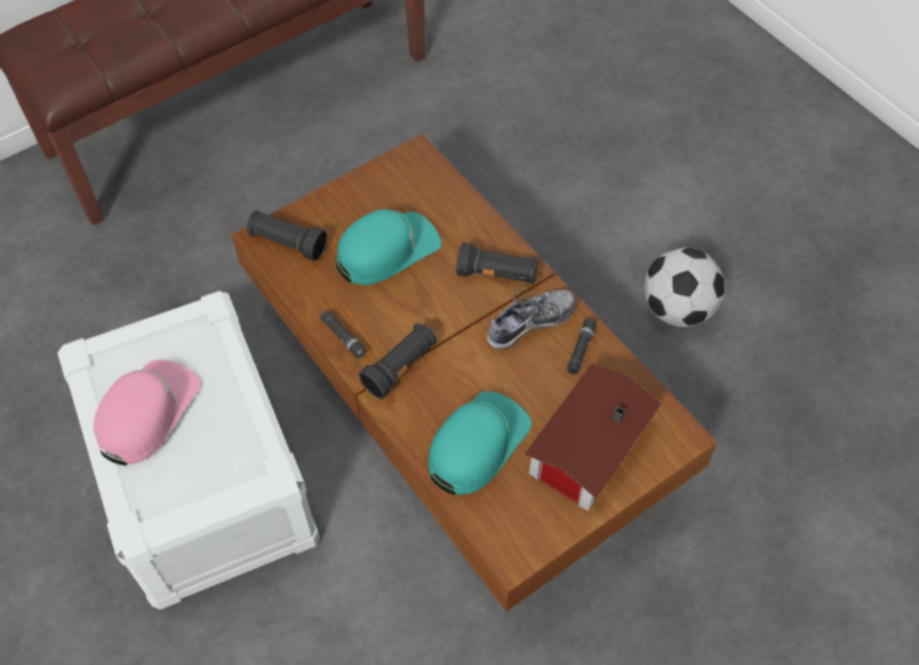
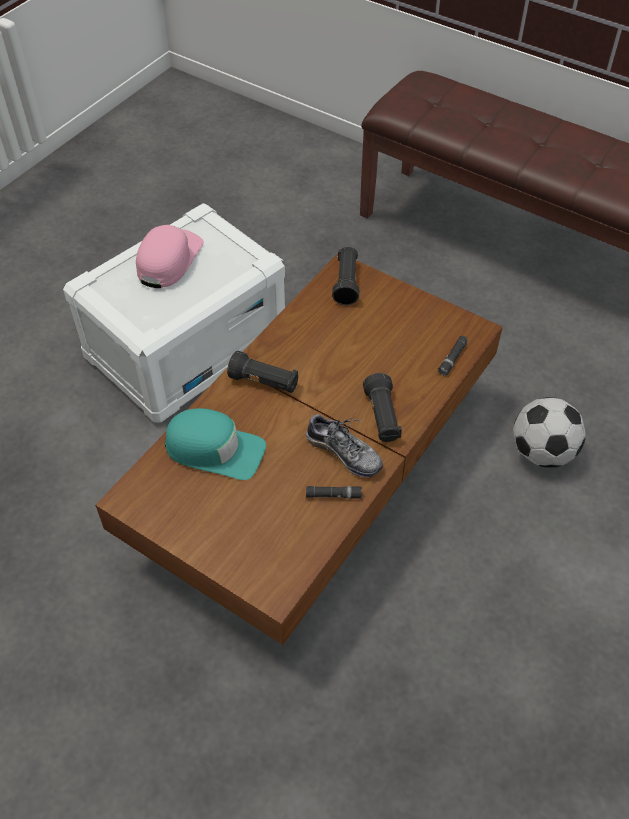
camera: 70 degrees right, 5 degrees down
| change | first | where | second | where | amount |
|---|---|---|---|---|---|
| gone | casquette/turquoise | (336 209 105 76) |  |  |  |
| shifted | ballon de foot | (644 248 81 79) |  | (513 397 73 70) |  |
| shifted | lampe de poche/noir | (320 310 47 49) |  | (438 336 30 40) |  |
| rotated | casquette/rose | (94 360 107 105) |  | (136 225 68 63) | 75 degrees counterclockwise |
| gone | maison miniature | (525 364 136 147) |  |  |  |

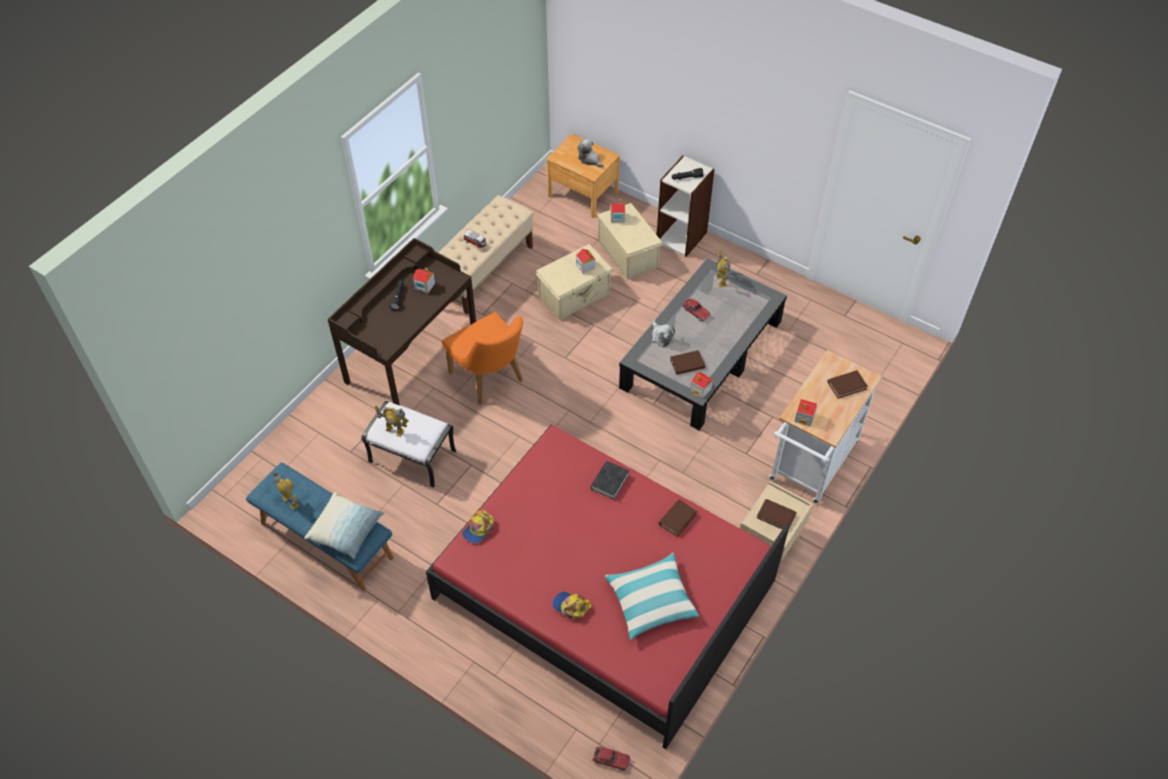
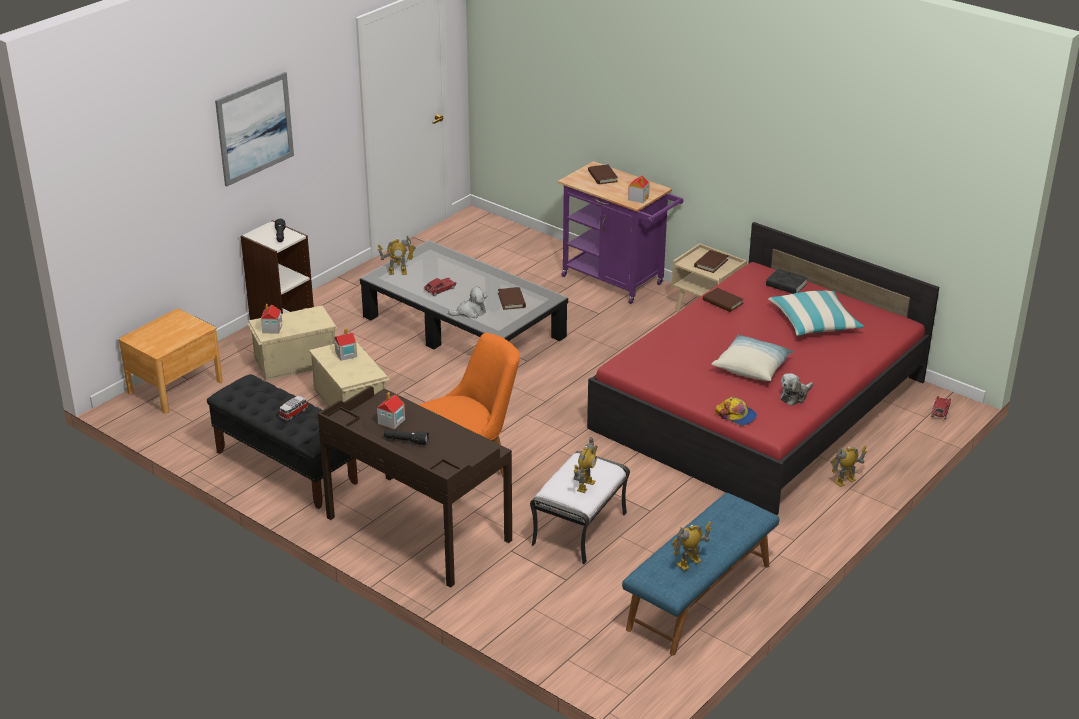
camera: 85 degrees left, 20 degrees down
| change | first | where | second | where | amount |
|---|---|---|---|---|---|
| shifted | peluche | (578 139 26 29) |  | (780 373 33 33) |  |
| repainted | banc/beige | (439 195 95 120) | banc/noir | (207 374 151 135) |  |
| repainted | chariot/blanc | (769 350 113 154) | chariot/violet | (558 161 125 143) |  |
| gone | maison miniature | (690 372 23 26) |  |  |  |
| shifted | livre/noir | (591 461 38 38) |  | (766 269 42 25) |  |
| shifted | coussin | (304 492 80 67) |  | (711 334 83 47) |  |
| gone | casquette | (552 592 40 27) |  |  |  |
| new |  |  | tableau | (215 72 79 115) |  |
| new |  |  | robot jouet | (830 446 37 41) |  |

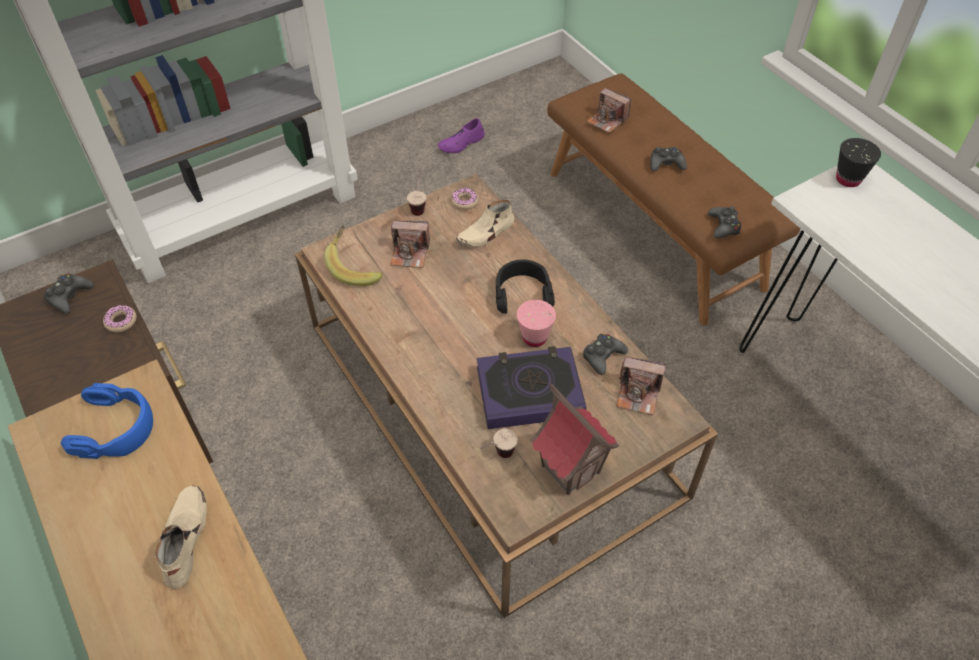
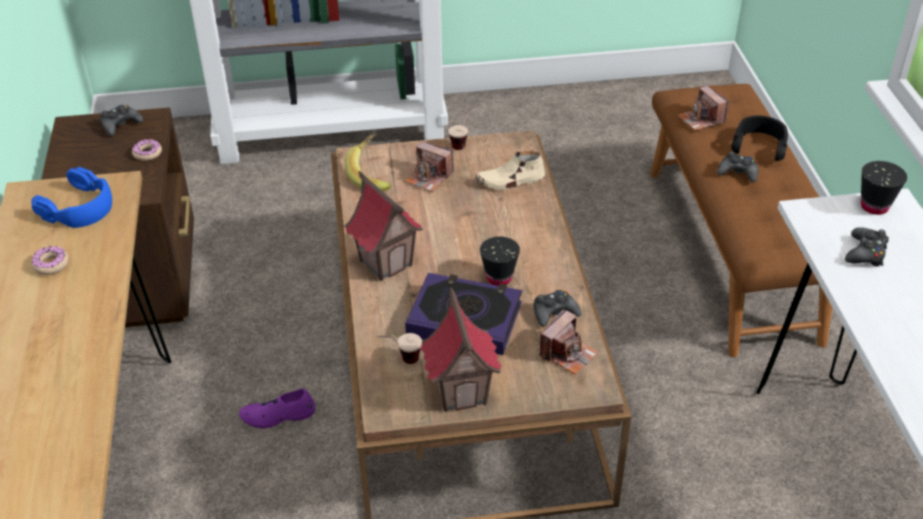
camera: 25 degrees right, 10 degrees down
| change | first | where | second | where | amount |
|---|---|---|---|---|---|
| shifted | chaussure/violet | (438 118 46 35) |  | (239 389 76 39) |  |
| shifted | beignet | (452 188 27 22) |  | (31 246 38 29) |  |
| shifted | manette/noir | (708 206 33 32) |  | (845 227 44 40) |  |
| shifted | casque audio/noir | (496 260 59 54) |  | (731 115 57 46) |  |
| repainted | tasse/rose | (517 300 39 47) | tasse/noir | (480 236 40 50) |  |
| rotated | appareil photo | (616 357 49 58) |  | (539 309 60 66) | 90 degrees counterclockwise |
| gone | chaussure/beige | (155 485 52 104) |  |  |  |
| new |  |  | maison miniature | (344 171 79 110) |  |

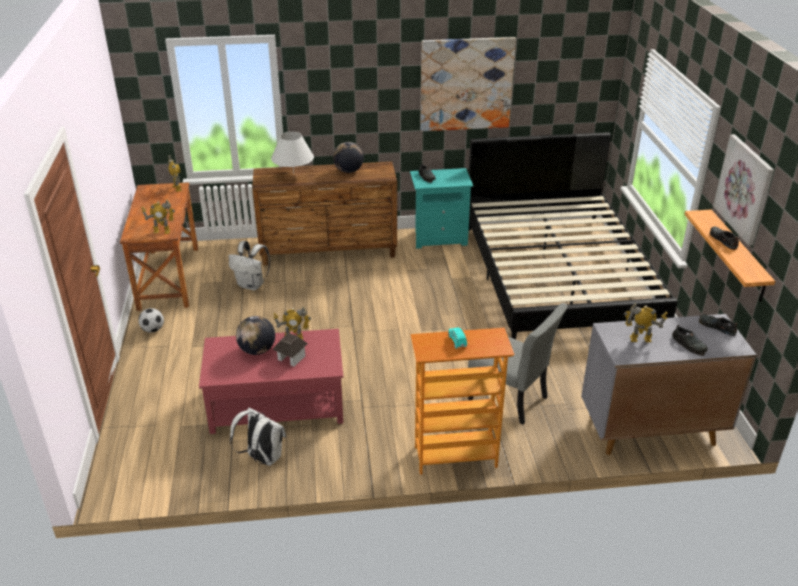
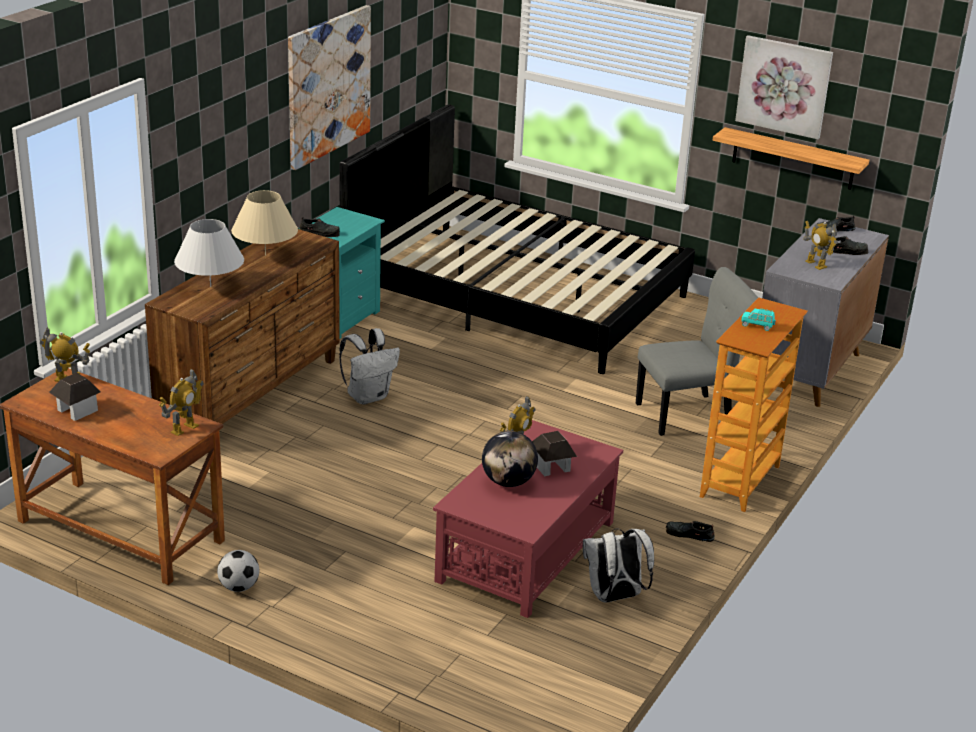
camera: 55 degrees left, 5 degrees down
| change | first | where | second | where | amount |
|---|---|---|---|---|---|
| swapped | globe | (333 142 31 31) | lampe de table/beige | (231 190 67 66) |  |
| shifted | chaussure/noir | (710 226 29 24) |  | (666 521 49 21) |  |
| shifted | sac à dos/blanc | (228 241 42 49) |  | (339 328 61 77) |  |
| rotated | robot jouet | (624 303 44 39) |  | (803 221 35 49) | 75 degrees counterclockwise |
| new |  |  | maison miniature | (49 372 52 49) |  |

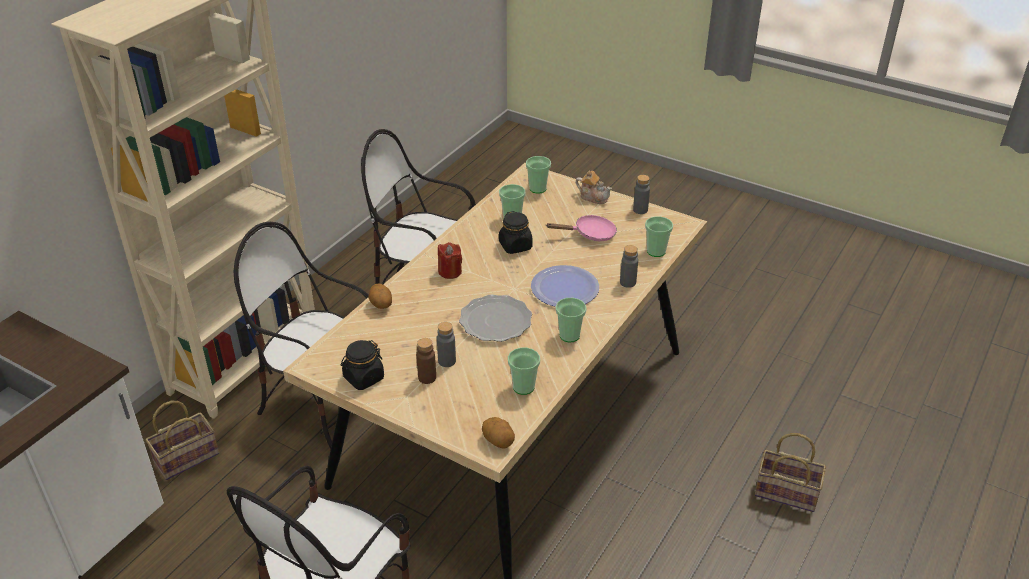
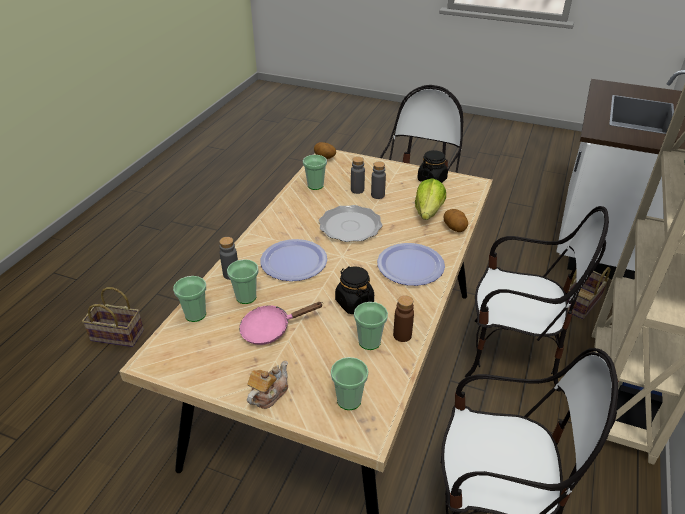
camera: 170 degrees right, 0 degrees up
| change | first | where | second | where | amount |
|---|---|---|---|---|---|
| rotated | théière | (575 171 37 33) |  | (247 361 41 48) | 105 degrees clockwise |
| shifted | bouteille/gris | (633 175 17 39) |  | (351 157 14 37) |  |
| swapped | bougie/rouge | (438 242 24 37) | assiette | (377 243 68 43) |  |
| shifted | tasse | (556 298 31 44) |  | (227 259 32 45) |  |
| shifted | bouteille/marron | (416 338 20 46) |  | (393 295 21 47) |  |
| new |  |  | laitue | (415 178 31 42) |  |

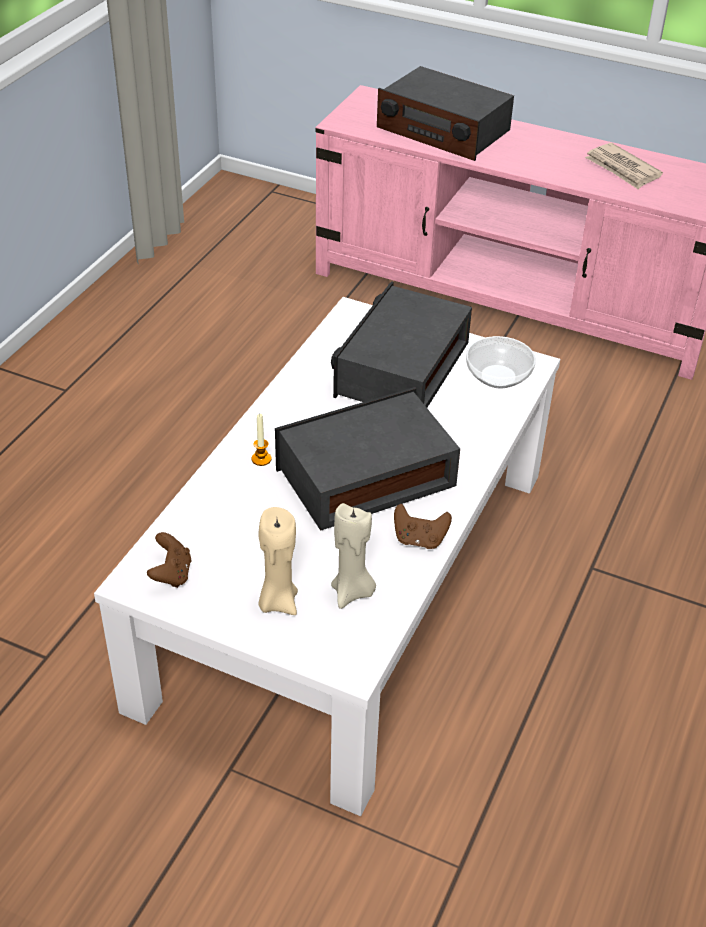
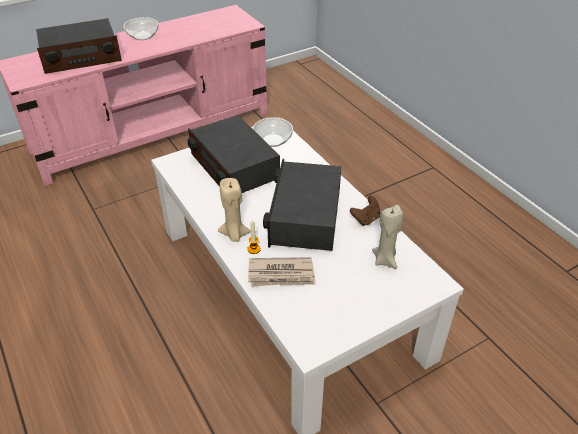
camera: 55 degrees left, 0 degrees up
| change | first | where | second | where | amount |
|---|---|---|---|---|---|
| shifted | journal | (585 143 78 46) |  | (248 257 68 30) |  |
| shifted | bougie/beige | (258 507 40 108) |  | (218 178 33 64) |  |
| gone | manette/marron | (147 532 44 56) |  |  |  |
| new |  |  | bol | (124 17 34 23) |  |

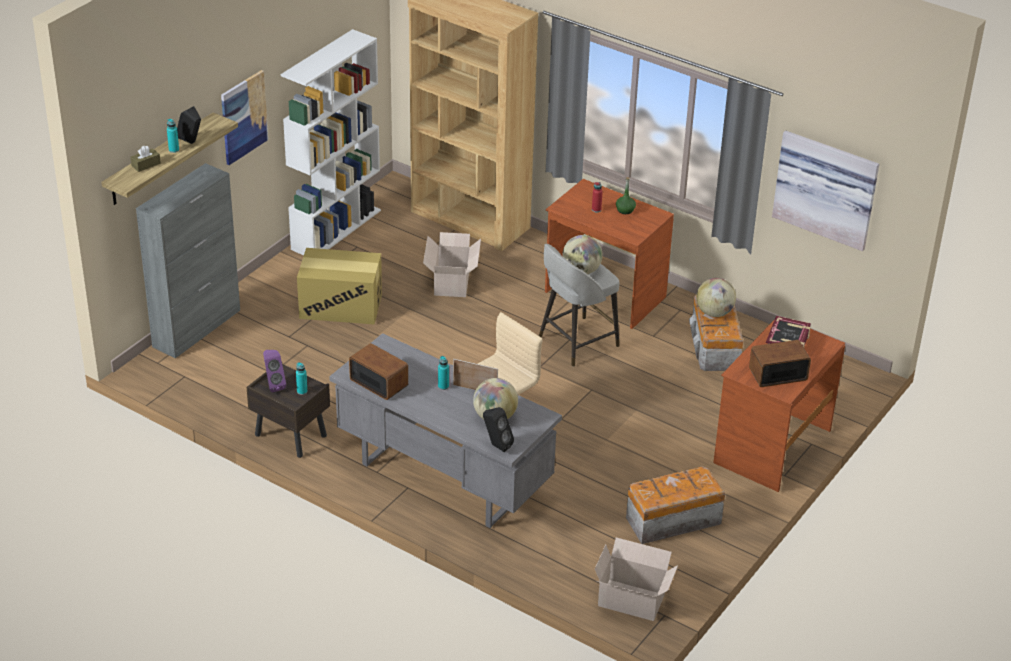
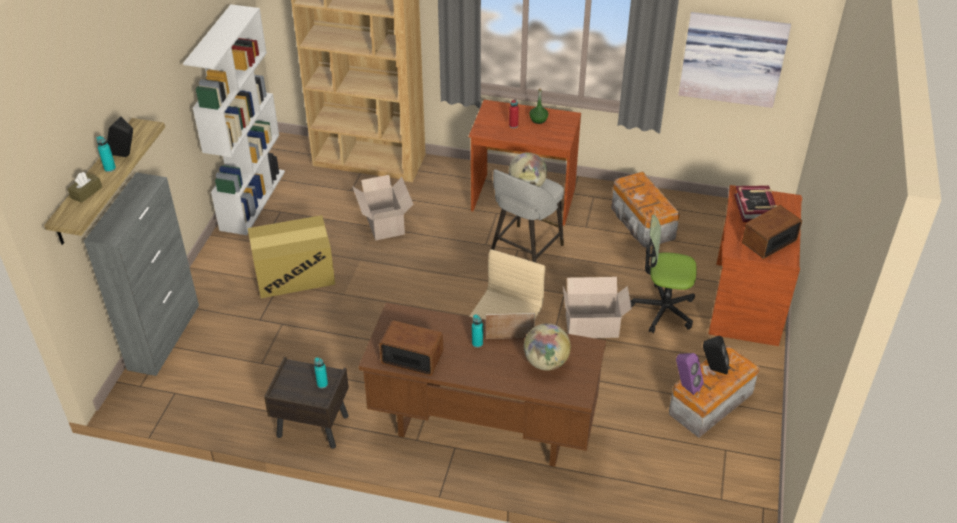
camera: 20 degrees left, 5 degrees up
| change | first | where | second | where | amount |
|---|---|---|---|---|---|
| gone | tableau | (221 70 47 95) |  |  |  |
| gone | globe | (696 278 40 39) |  |  |  |
| repainted | bureau/gris | (329 333 233 195) | bureau/marron | (359 302 247 165) |  |
| shifted | enceinte/violet | (263 350 23 42) |  | (676 353 28 42) |  |
| shifted | enceinte/noir | (483 407 31 45) |  | (703 336 27 39) |  |
| shifted | carton | (595 537 83 84) |  | (563 277 69 61) |  |
| new |  |  | chaise de bureau | (630 215 67 118) |  |

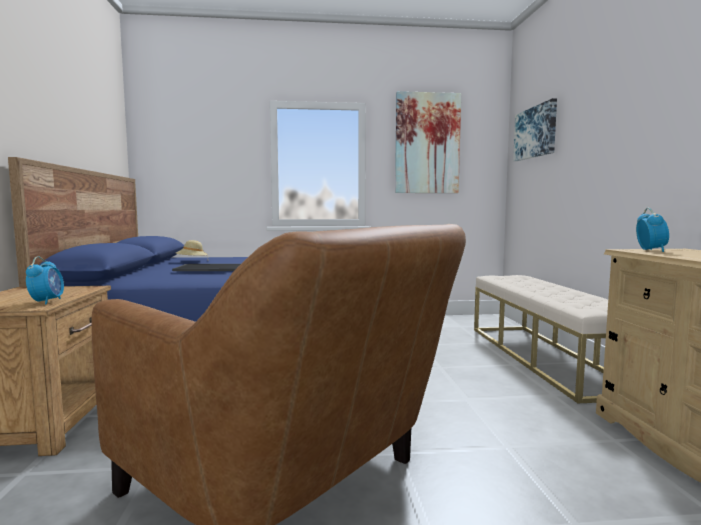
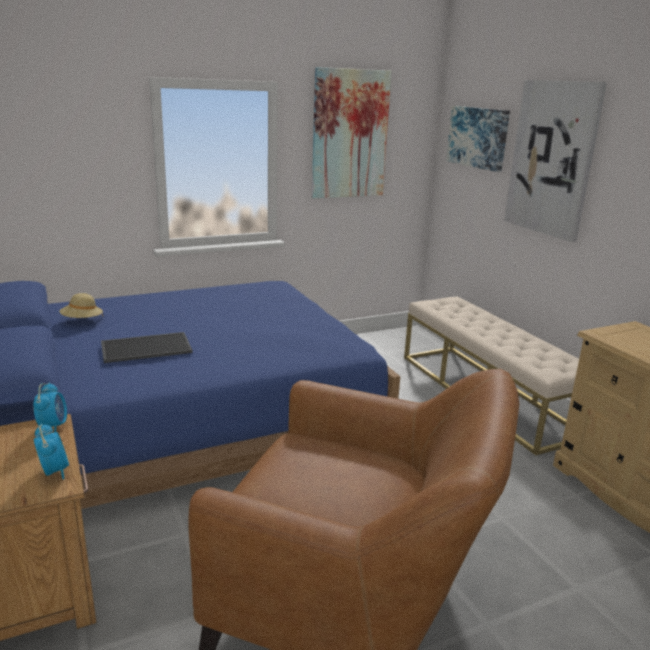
camera: 20 degrees left, 15 degrees up
| change | first | where | second | where | amount |
|---|---|---|---|---|---|
| shifted | réveil | (636 208 33 44) |  | (33 383 34 50) |  |
| new |  |  | tableau | (504 80 103 162) |  |

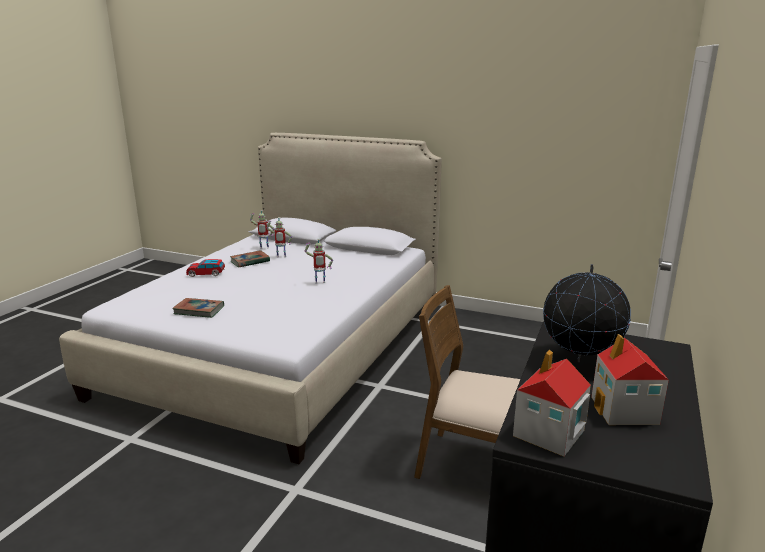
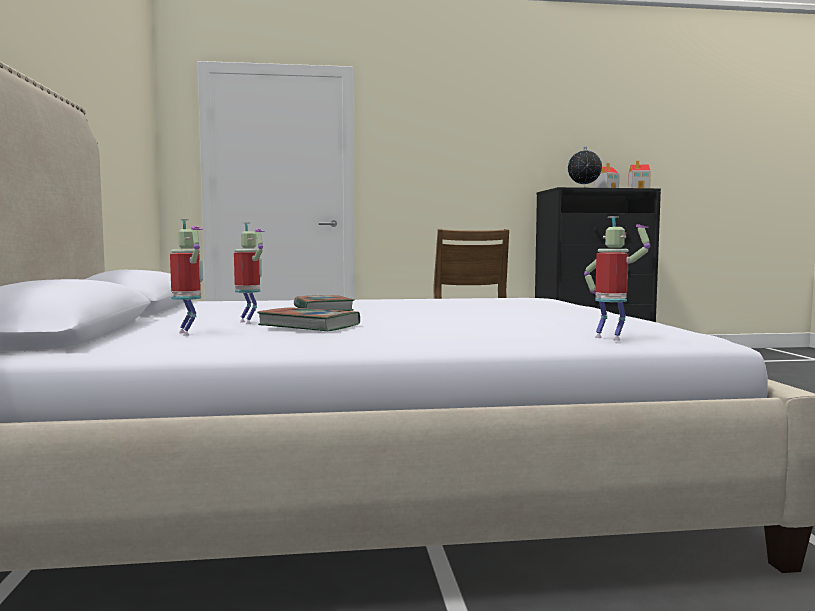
camera: 120 degrees left, 15 degrees down
| change | first | where | second | where | amount |
|---|---|---|---|---|---|
| shifted | robot jouet | (305 239 28 45) |  | (584 216 66 125) |  |
| gone | petite voiture | (186 259 39 18) |  |  |  |
| shifted | livre | (172 298 52 20) |  | (294 295 60 16) |  |

